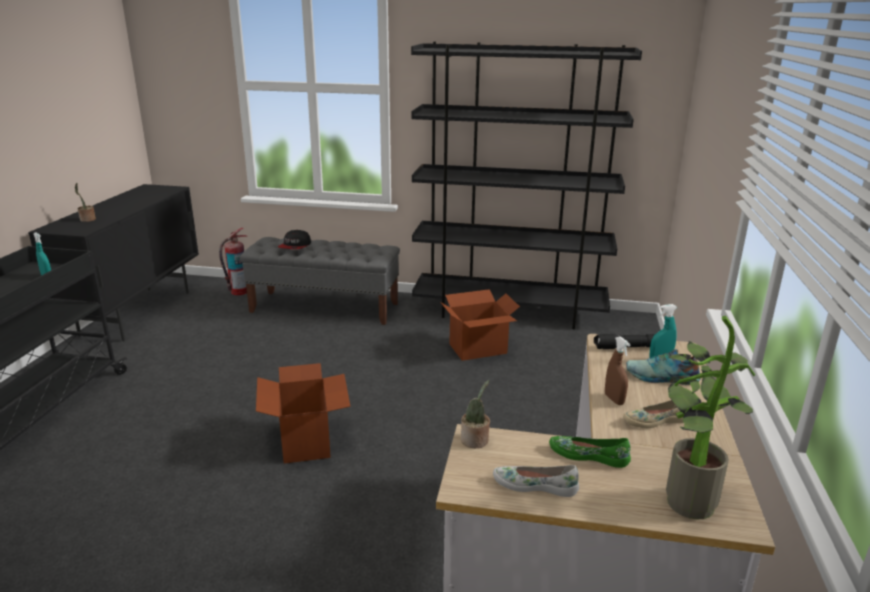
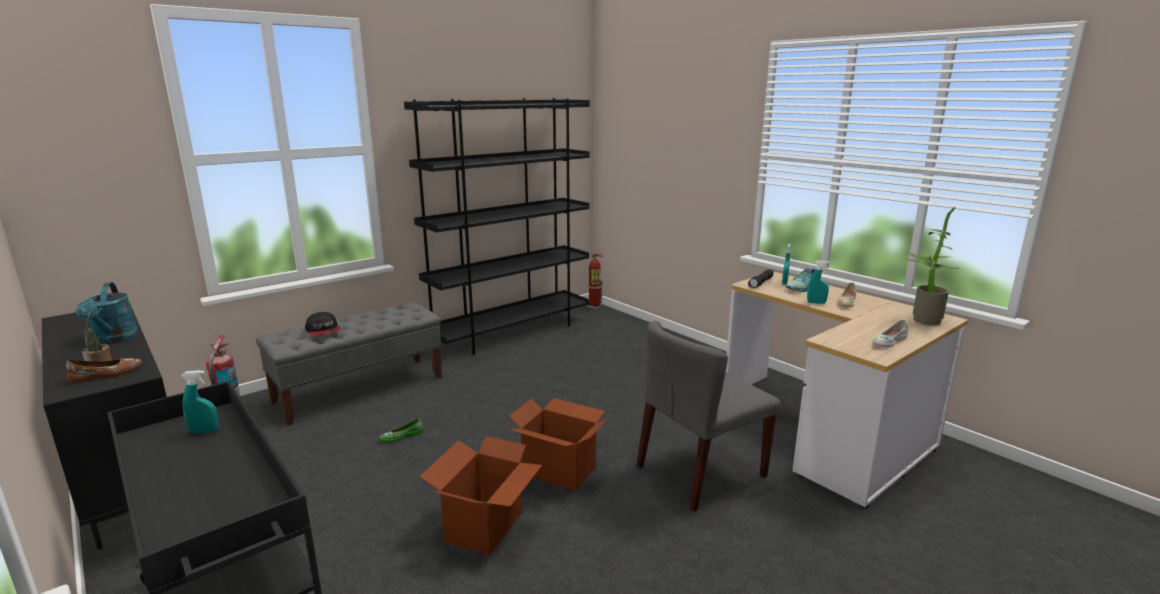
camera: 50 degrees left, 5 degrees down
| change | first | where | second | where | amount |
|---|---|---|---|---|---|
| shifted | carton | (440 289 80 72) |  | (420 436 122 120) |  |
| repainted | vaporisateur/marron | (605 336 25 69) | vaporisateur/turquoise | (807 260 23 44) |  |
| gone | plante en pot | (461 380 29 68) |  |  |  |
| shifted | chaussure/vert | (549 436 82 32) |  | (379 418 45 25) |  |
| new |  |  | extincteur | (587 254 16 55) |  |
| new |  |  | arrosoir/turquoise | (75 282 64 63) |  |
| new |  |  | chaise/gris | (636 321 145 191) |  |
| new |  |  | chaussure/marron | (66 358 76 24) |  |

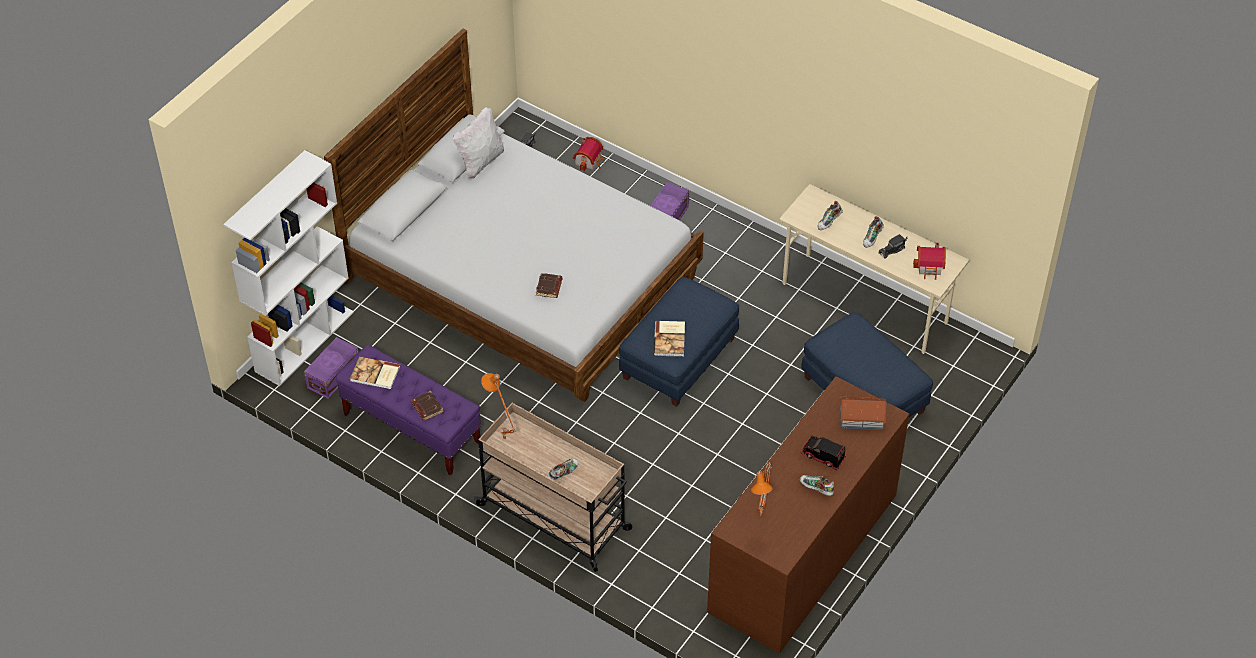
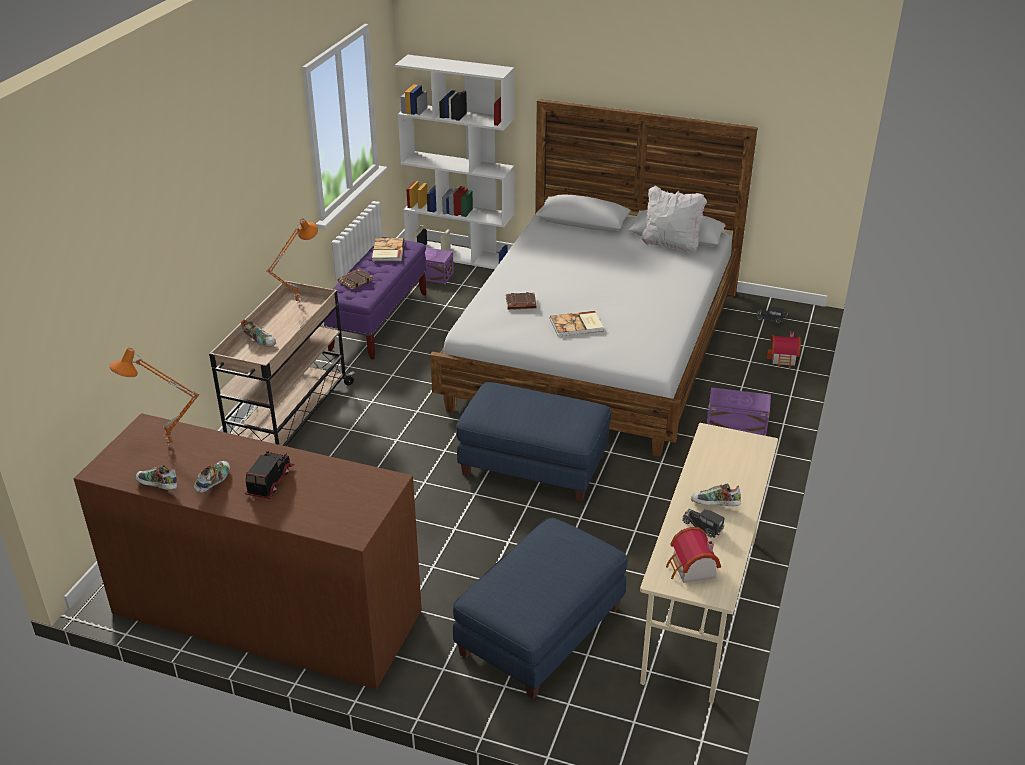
camera: 75 degrees right, 15 degrees down
| change | first | where | second | where | amount |
|---|---|---|---|---|---|
| shifted | chaussure | (817 201 26 29) |  | (135 465 42 25) |  |
| shifted | livre | (654 321 31 36) |  | (550 311 53 26) |  |
| gone | maison miniature | (840 397 47 33) |  |  |  |

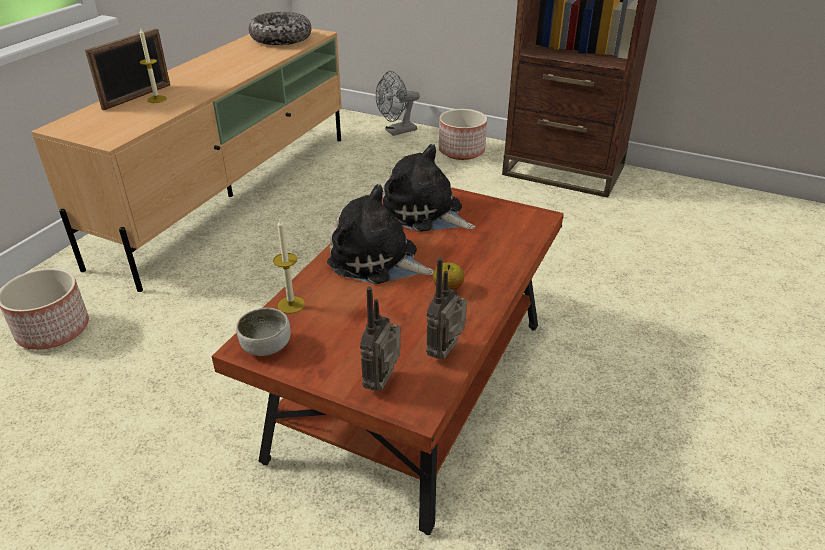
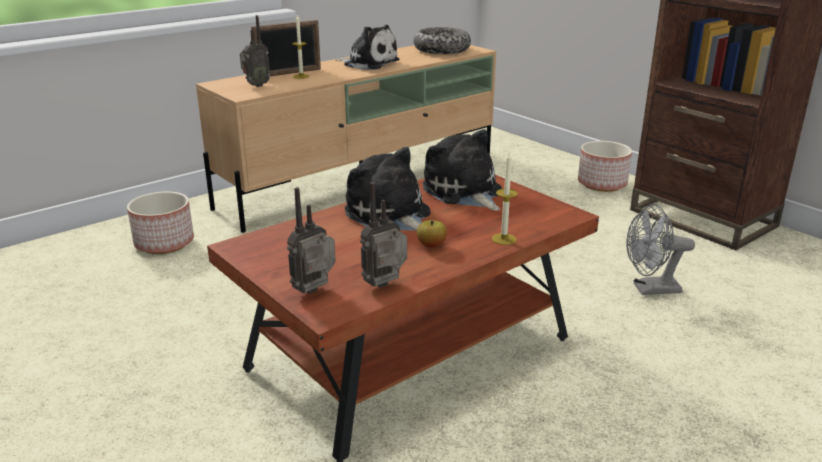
camera: 25 degrees right, 10 degrees down
| change | first | where | second | where | amount |
|---|---|---|---|---|---|
| shifted | ventilateur/gris | (376 71 44 65) |  | (626 204 69 91) |  |
| shifted | bougie | (273 219 32 95) |  | (492 151 26 94) |  |
| gone | bol | (236 308 55 48) |  |  |  |
| new |  |  | radio | (240 15 30 72) |  |
| new |  |  | peluche | (335 25 64 45) |  |

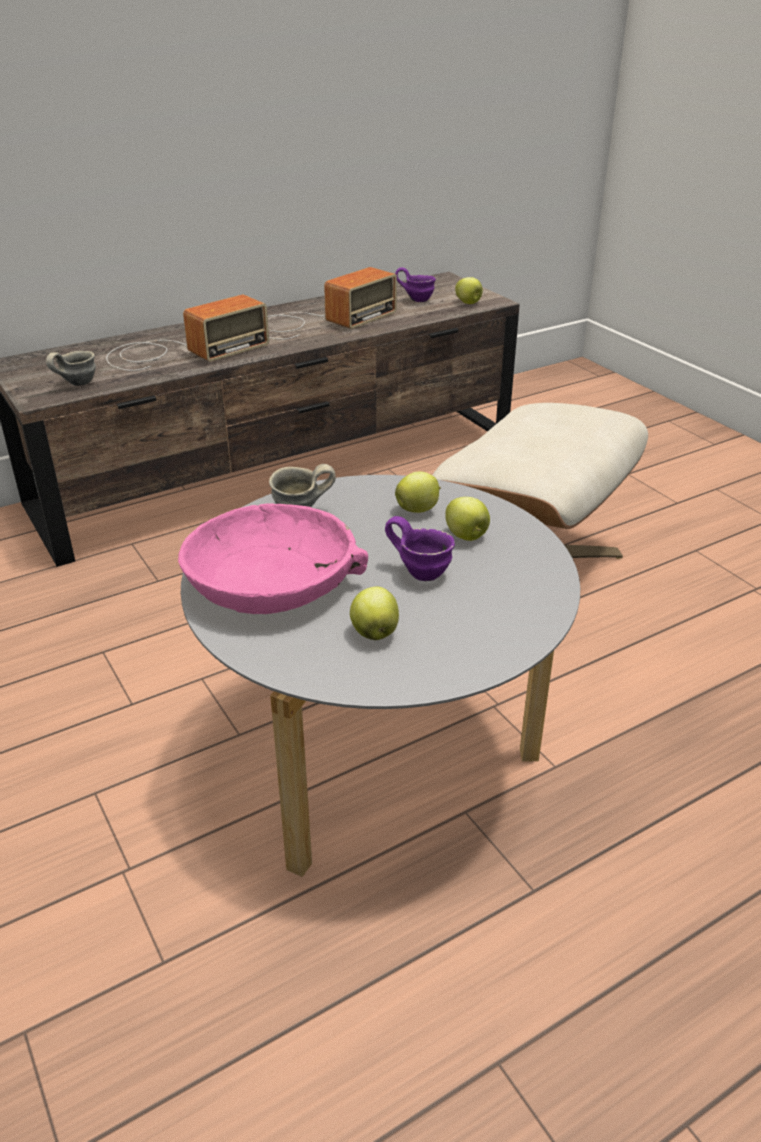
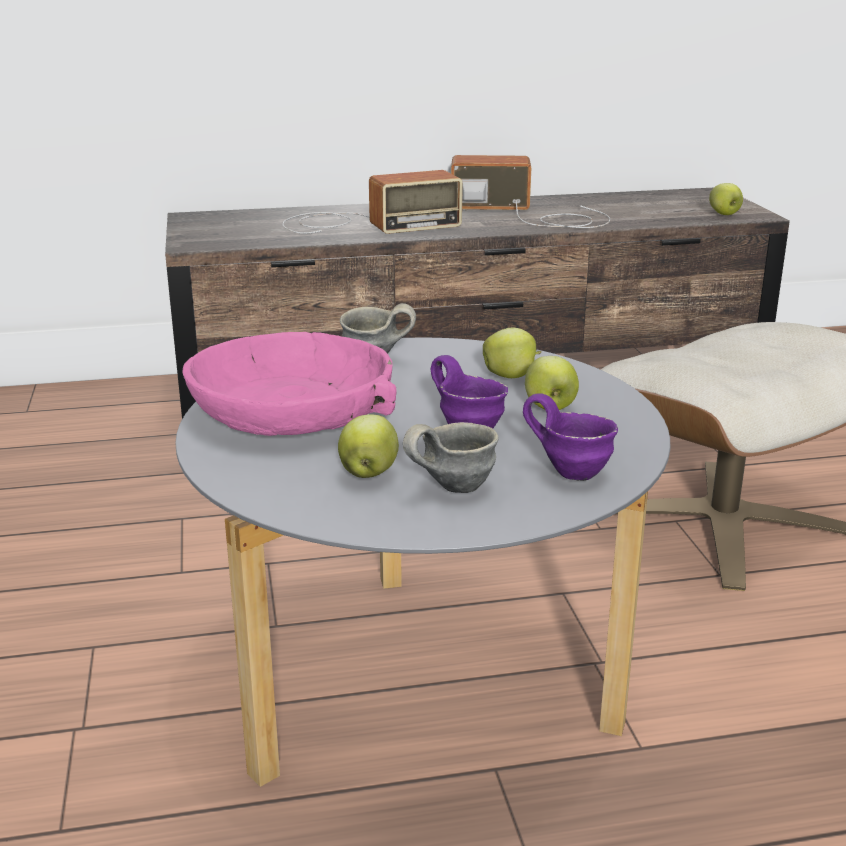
camera: 20 degrees right, 10 degrees down
| change | first | where | second | where | amount |
|---|---|---|---|---|---|
| rotated | radio | (268 267 129 73) |  | (451 155 159 73) | 150 degrees counterclockwise |
| shifted | mug/violet | (395 267 41 35) |  | (523 393 95 88) |  |
| shifted | mug/gris | (46 351 50 35) |  | (403 422 96 71) |  |

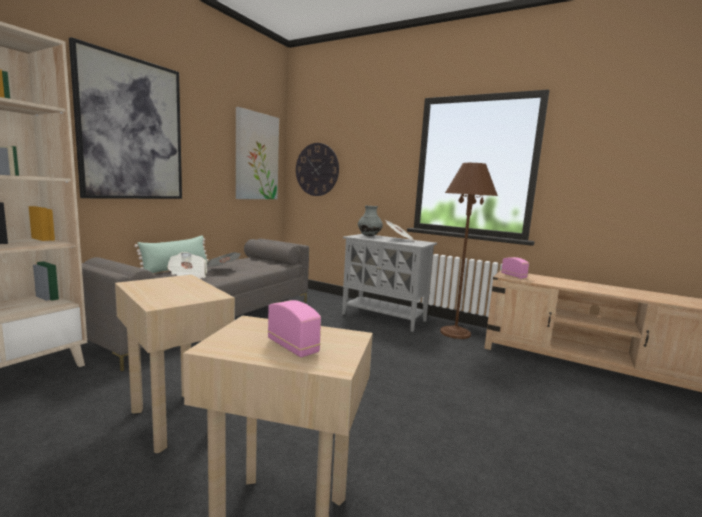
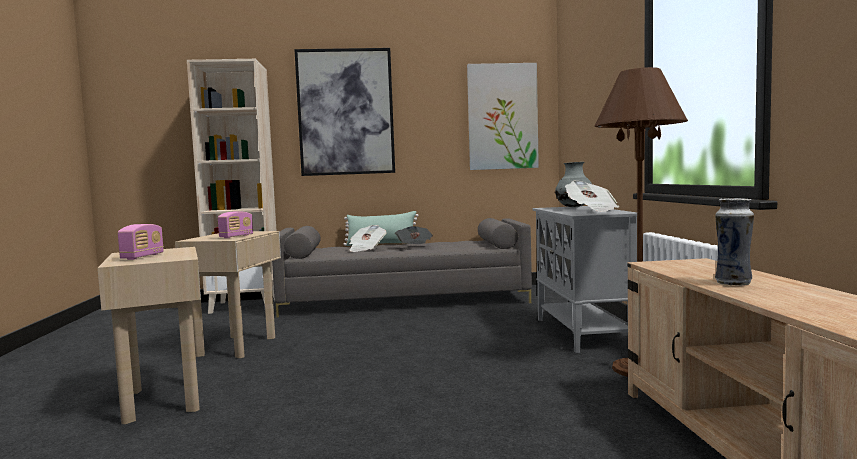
camera: 55 degrees right, 5 degrees down
| change | first | where | second | where | amount |
|---|---|---|---|---|---|
| gone | horloge murale | (296 143 43 53) |  |  |  |
| shifted | radio | (501 257 28 22) |  | (218 212 35 26) |  |
| new |  |  | vase | (715 198 39 88) |  |

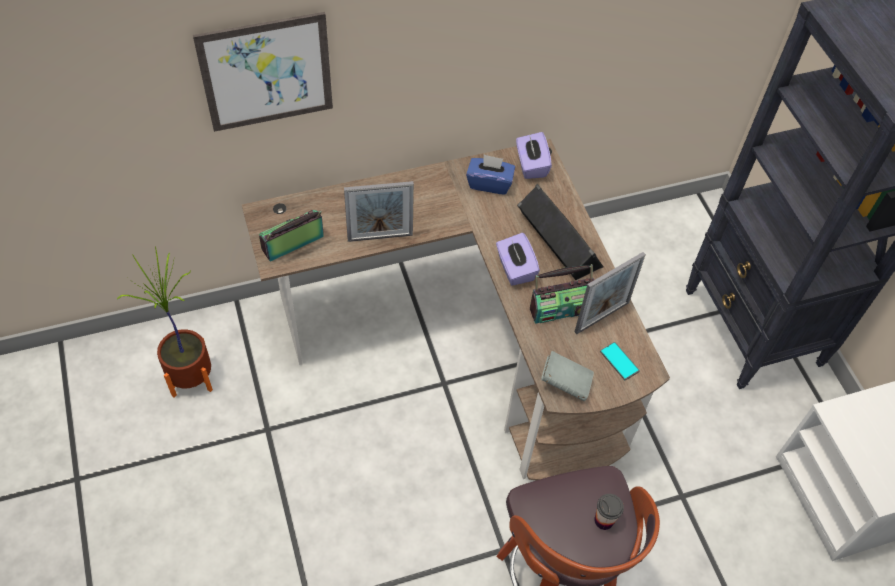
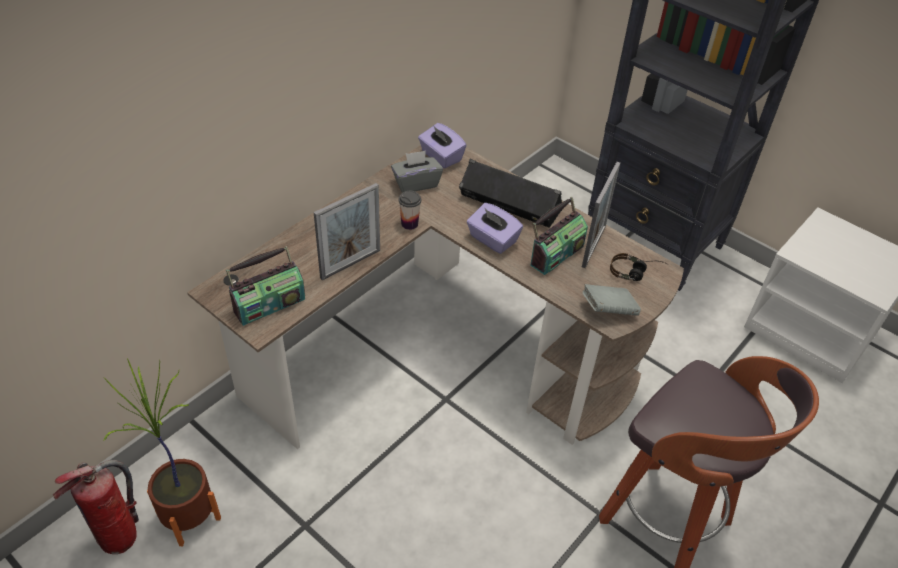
camera: 30 degrees left, 10 degrees down
| change | first | where | second | where | amount |
|---|---|---|---|---|---|
| gone | tableau | (193 12 140 120) |  |  |  |
| repainted | boîte à mouchoirs/bleu | (466 154 49 41) | boîte à mouchoirs/gris | (391 151 52 42) |  |
| rotated | radio | (259 210 65 51) |  | (226 246 79 80) | 150 degrees counterclockwise |
| swapped | téléphone | (600 342 40 38) | casque audio | (610 253 58 28) |  |
| shifted | tasse | (594 494 30 36) |  | (398 191 23 39) |  |
| new |  |  | extincteur | (53 460 86 94) |  |

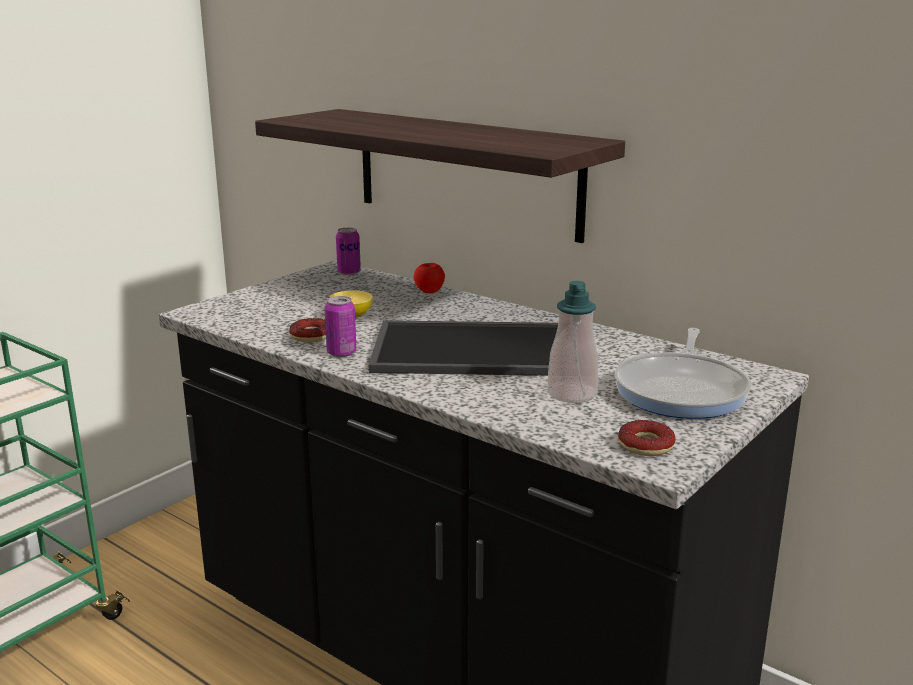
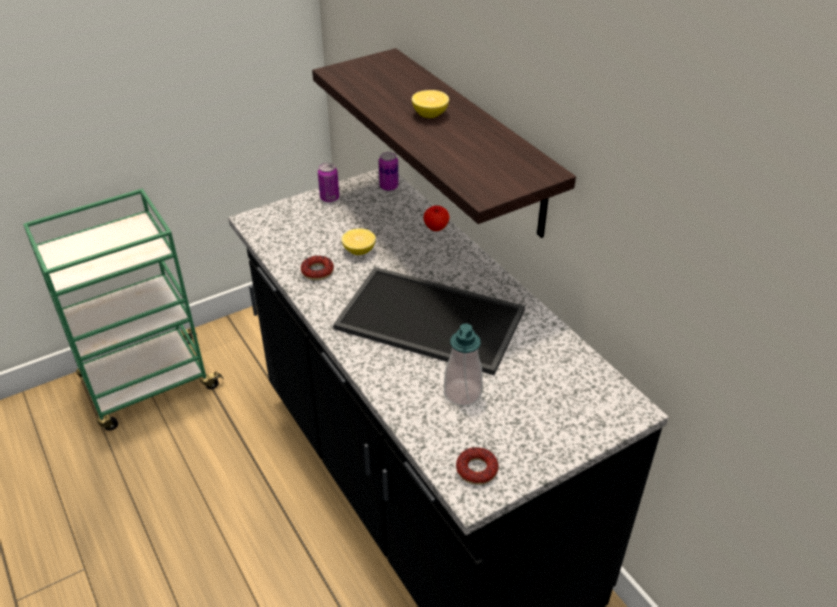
camera: 20 degrees right, 20 degrees up
| change | first | where | second | where | amount |
|---|---|---|---|---|---|
| shifted | boîte métallique | (324 296 32 61) |  | (318 163 21 40) |  |
| gone | poêle | (614 328 137 91) |  |  |  |
| new |  |  | citron | (412 90 37 28) |  |

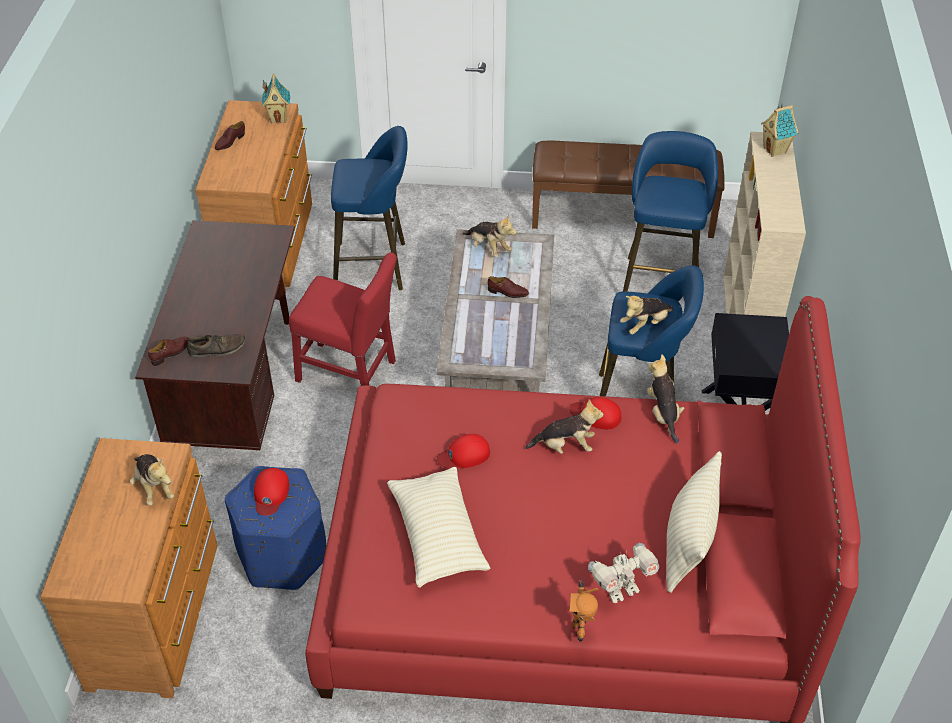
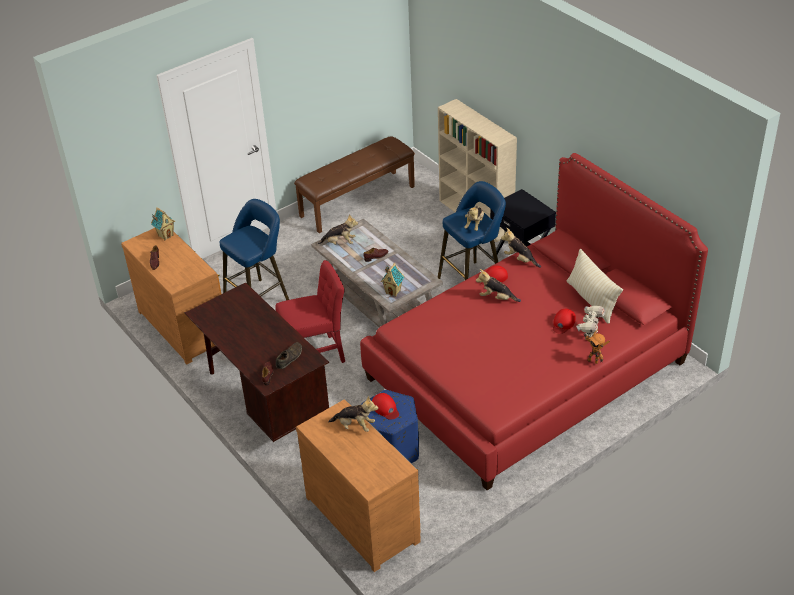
camera: 40 degrees left, 5 degrees down
| change | first | where | second | where | amount |
|---|---|---|---|---|---|
| shifted | maison miniature | (761 104 37 53) |  | (381 263 24 34) |  |
| gone | tabouret/bleu | (623 131 95 161) |  |  |  |
| rotated | peluche | (525 399 79 55) |  | (476 269 45 33) | 120 degrees counterclockwise |
| shifted | casquette/rouge | (437 434 53 34) |  | (553 309 23 25) |  |
| gone | coussin/beige | (387 467 103 121) |  |  |  |

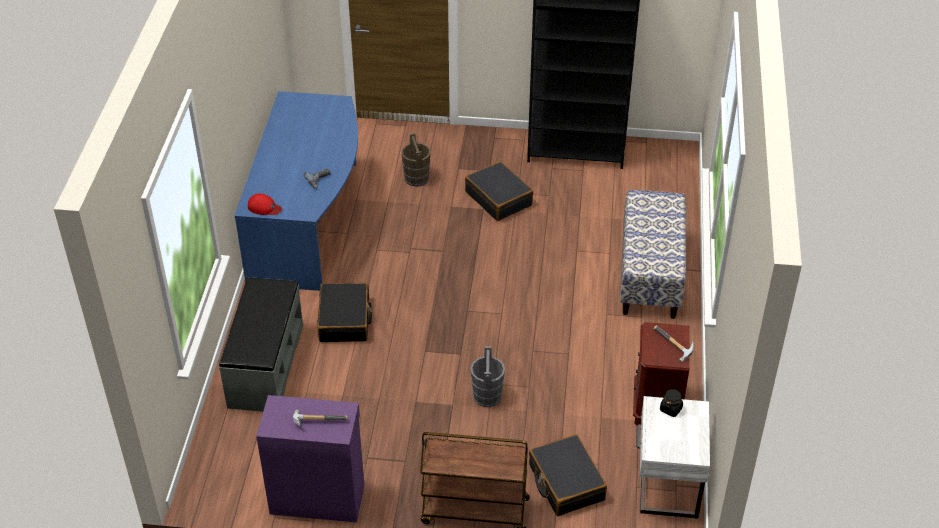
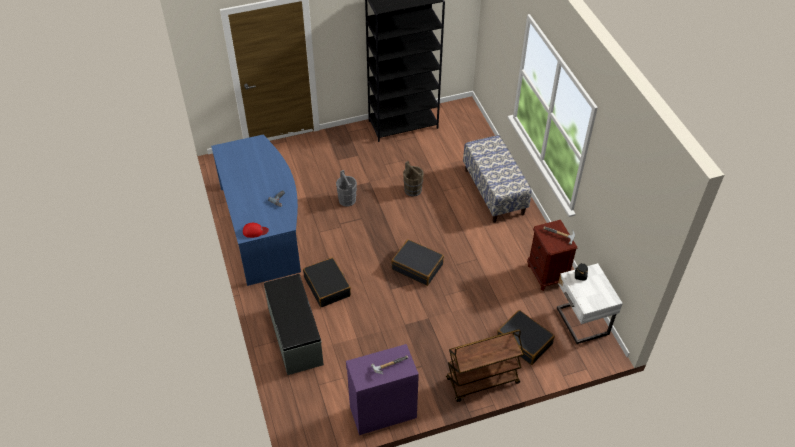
camera: 25 degrees left, 5 degrees up
| change | first | where | second | where | amount |
|---|---|---|---|---|---|
| shifted | seau/marron | (402 133 28 54) |  | (403 161 21 36) |  |
| shifted | valise/noir | (465 161 69 60) |  | (391 239 53 47) |  |
| shifted | seau/gris | (470 346 35 61) |  | (336 170 21 36) |  |

